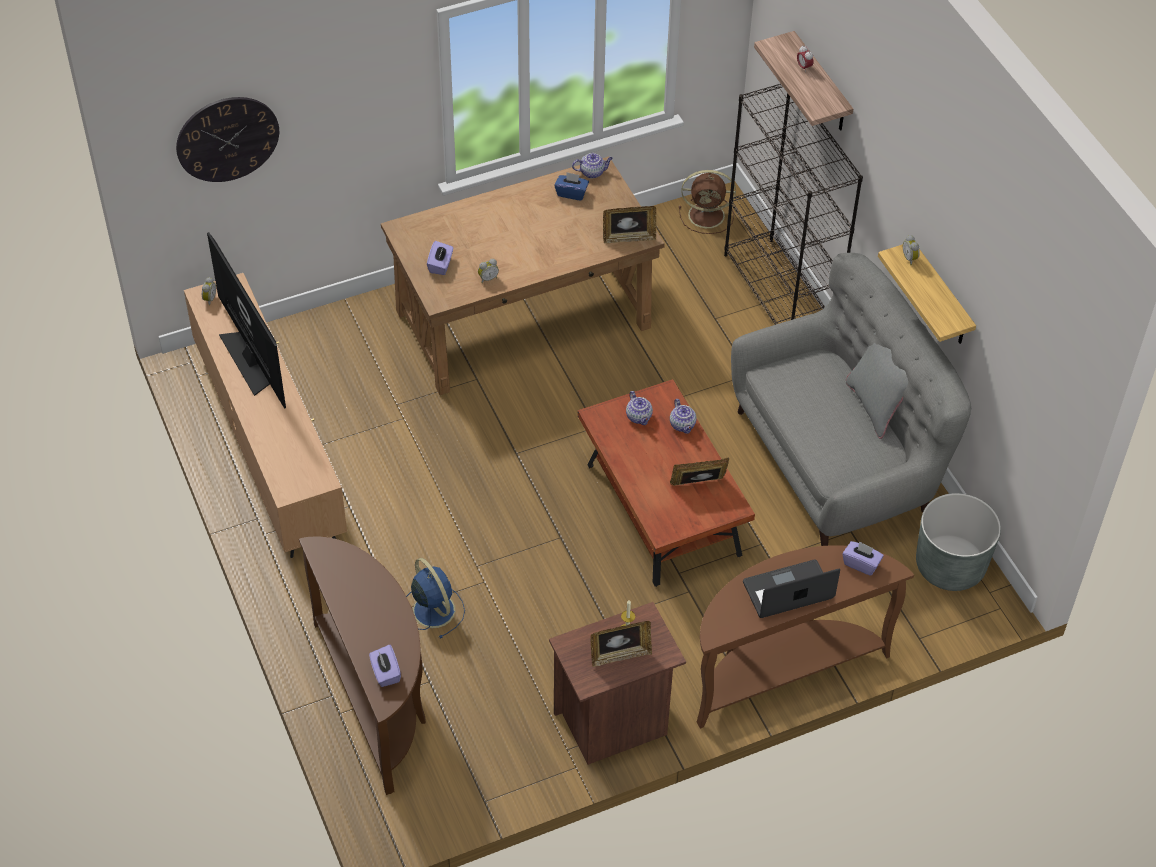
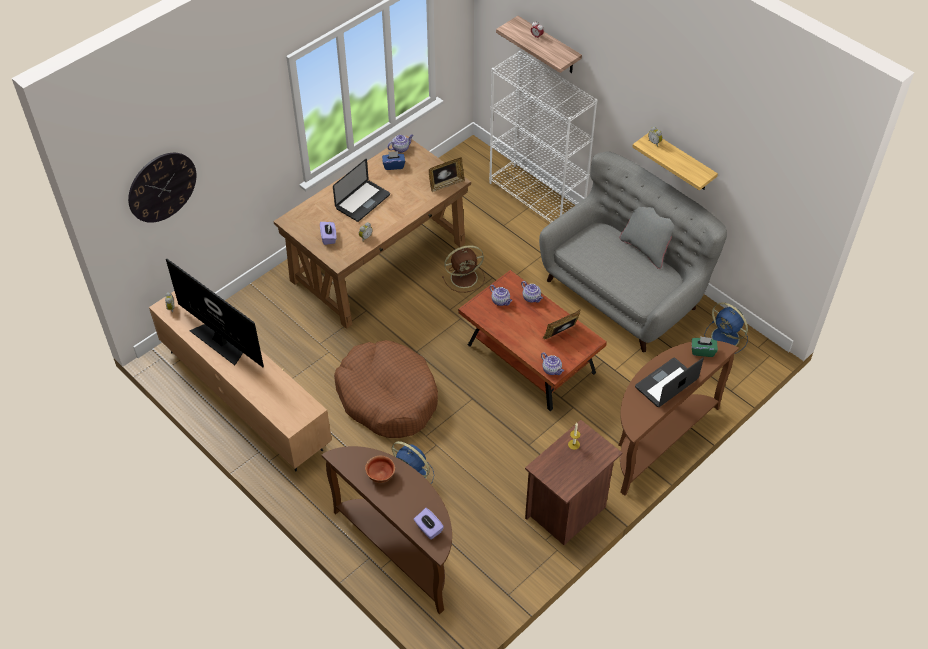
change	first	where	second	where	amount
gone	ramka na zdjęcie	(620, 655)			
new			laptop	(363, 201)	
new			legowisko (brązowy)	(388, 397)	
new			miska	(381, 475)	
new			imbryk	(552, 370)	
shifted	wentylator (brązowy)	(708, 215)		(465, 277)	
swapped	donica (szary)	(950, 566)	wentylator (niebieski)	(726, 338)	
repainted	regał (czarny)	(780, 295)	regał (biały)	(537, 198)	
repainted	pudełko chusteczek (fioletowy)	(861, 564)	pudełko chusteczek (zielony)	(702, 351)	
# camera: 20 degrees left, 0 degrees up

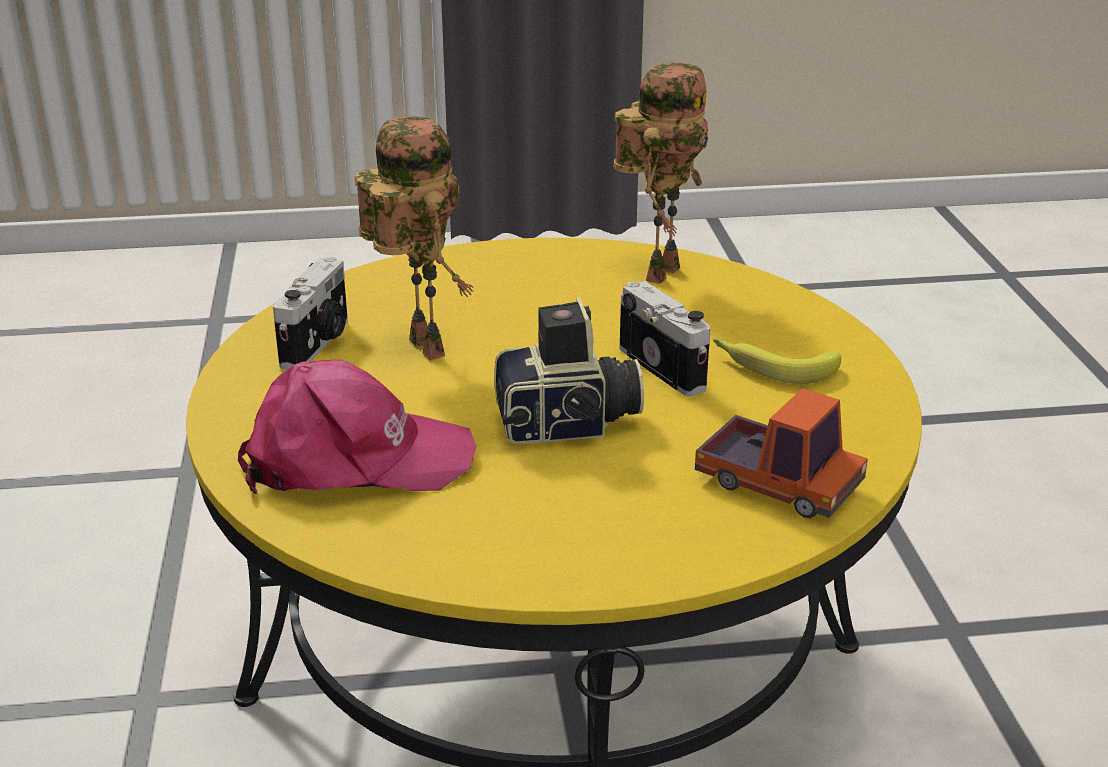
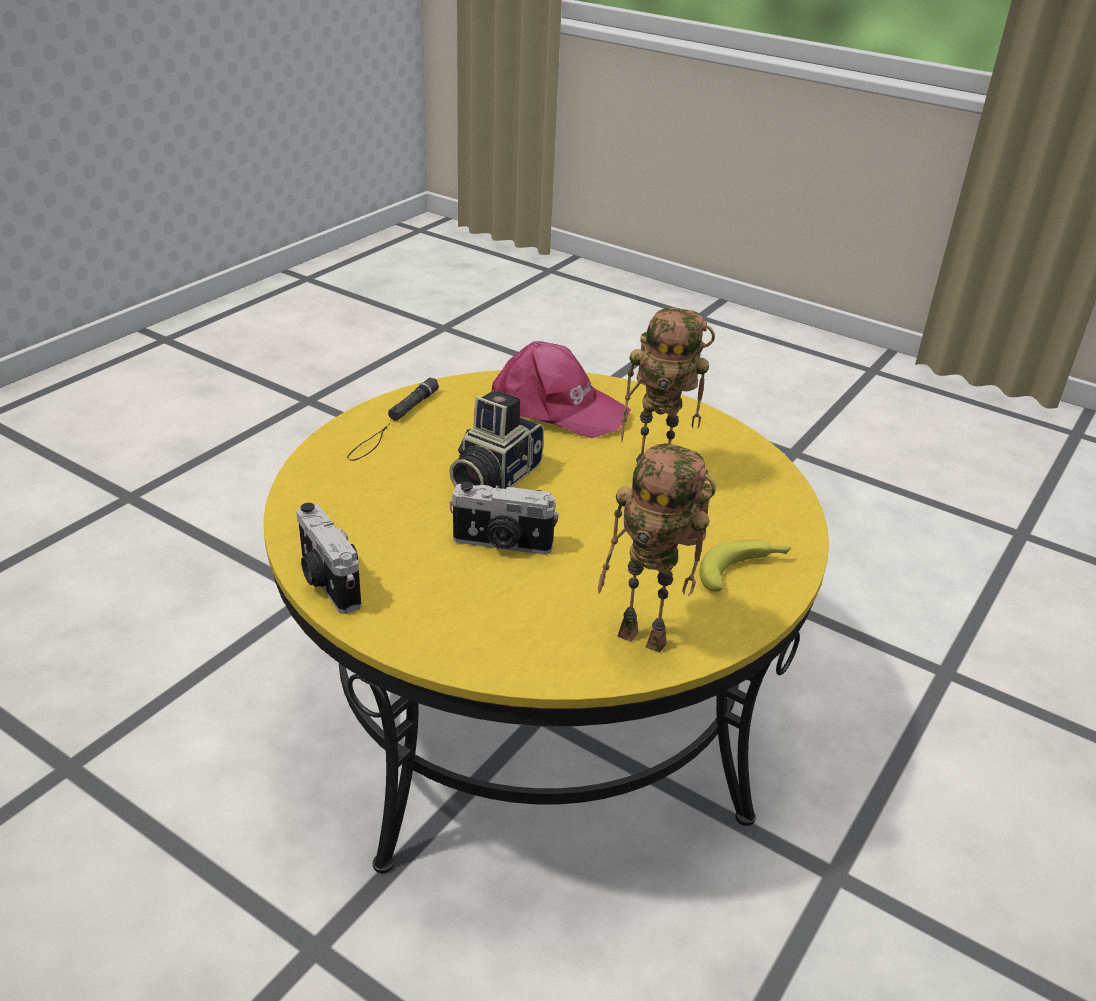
change	first	where	second	where	amount
gone	ciężarówka zabawkowa	(778, 483)			
new			latarka (czarny)	(393, 423)	
shifted	aparat fotograficzny	(318, 344)		(327, 582)	
shifted	banan	(773, 366)		(744, 571)	
rotated	czapka z daszkiem (różowy)	(353, 460)		(555, 408)	105 degrees counterclockwise
rotated	robot zabawkowy	(659, 271)		(647, 637)	45 degrees counterclockwise
# camera: 130 degrees right, 5 degrees up

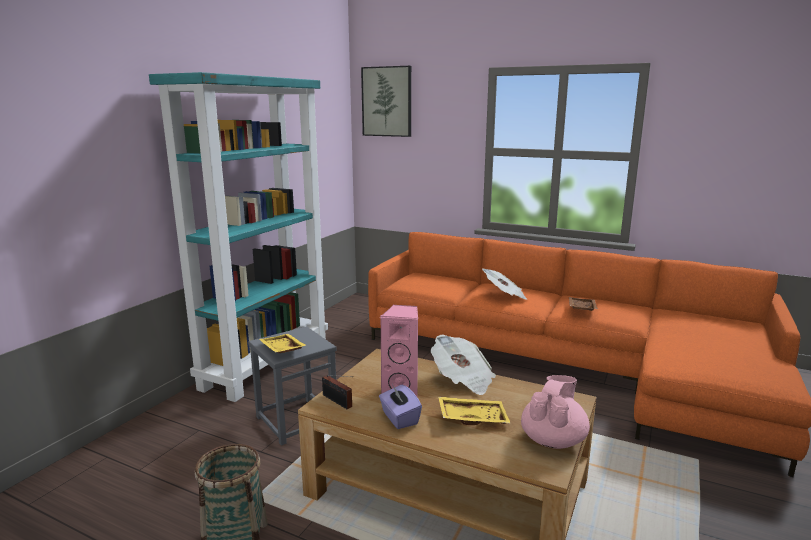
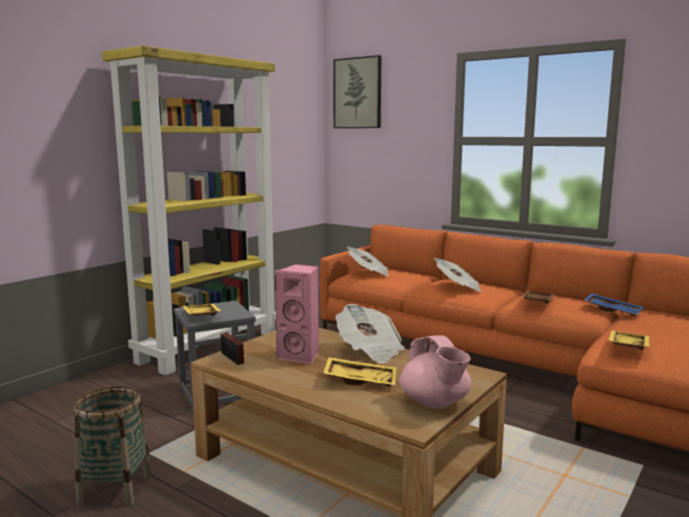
change	first	where	second	where	amount
gone	pudełko chusteczek (fioletowy)	(399, 418)			
new			gazeta	(369, 273)	
new			taca (niebieski)	(613, 310)	
new			taca (żółty)	(626, 347)	
repainted	regał (turkusowy)	(266, 363)	regał (żółty)	(209, 346)	
rotated	imbryk (różowy)	(553, 440)		(435, 403)	120 degrees clockwise
# camera: 10 degrees right, 5 degrees down

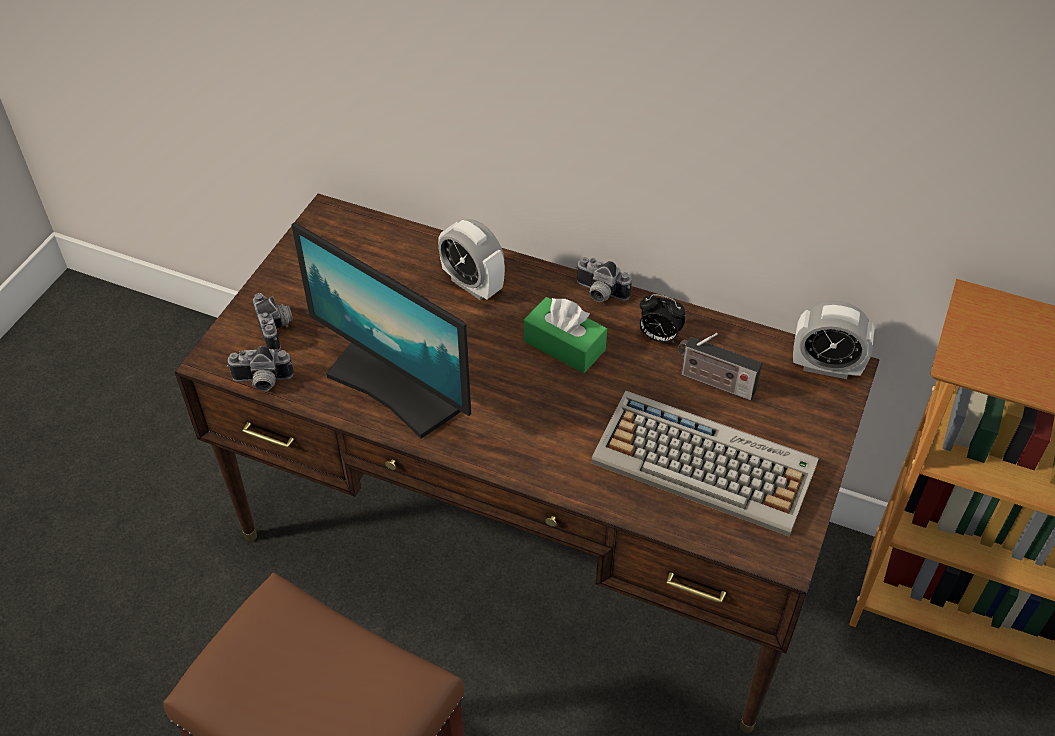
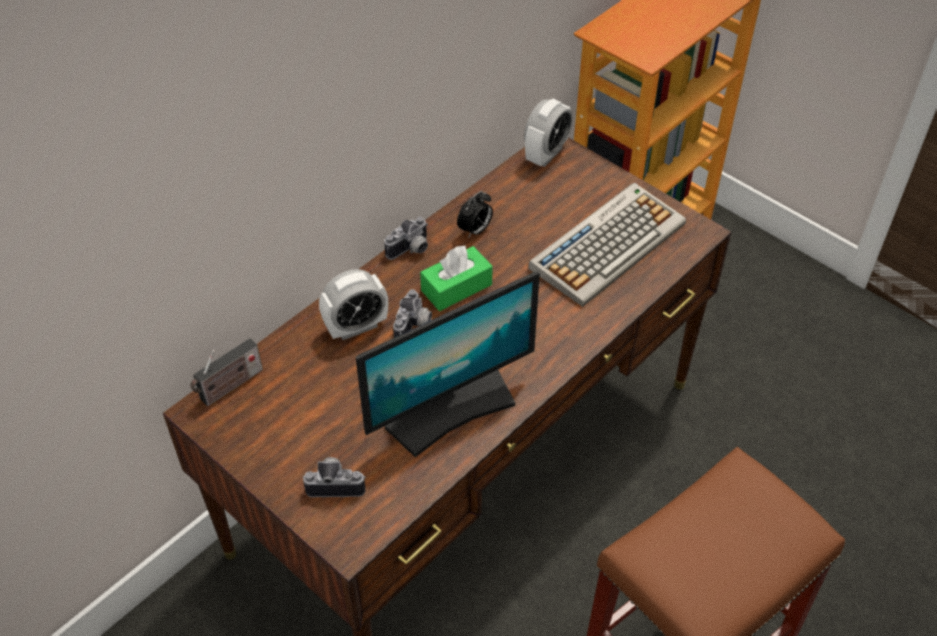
change	first	where	second	where	amount
shifted	aparat fotograficzny	(262, 382)		(414, 326)	
shifted	radio	(713, 382)		(229, 387)	
# camera: 70 degrees left, 0 degrees up

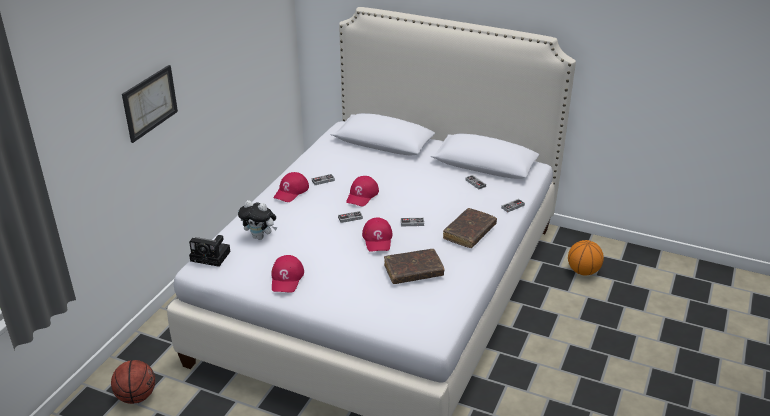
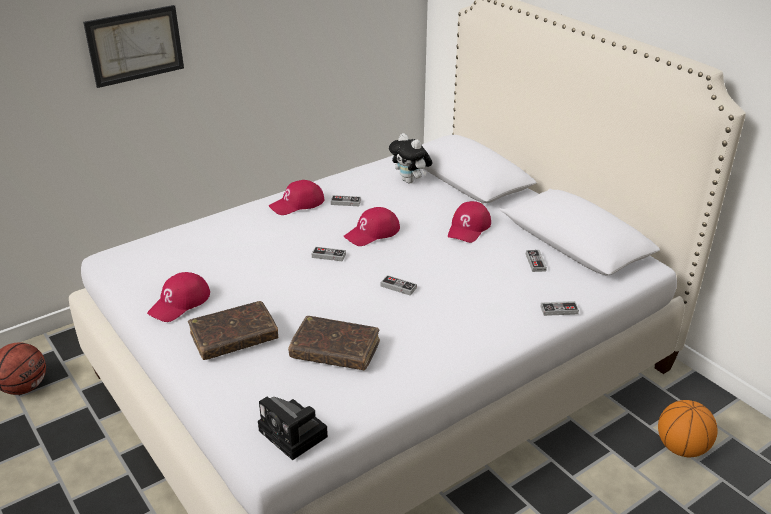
change	first	where	second	where	amount
shifted	aparat fotograficzny	(212, 256)		(295, 435)	
shifted	pluszak	(260, 237)		(410, 181)	
shifted	czapka z daszkiem (czerwony)	(378, 239)		(469, 228)	
shifted	książka (brązowy)	(469, 233)		(234, 338)	
# camera: 30 degrees right, 0 degrees up

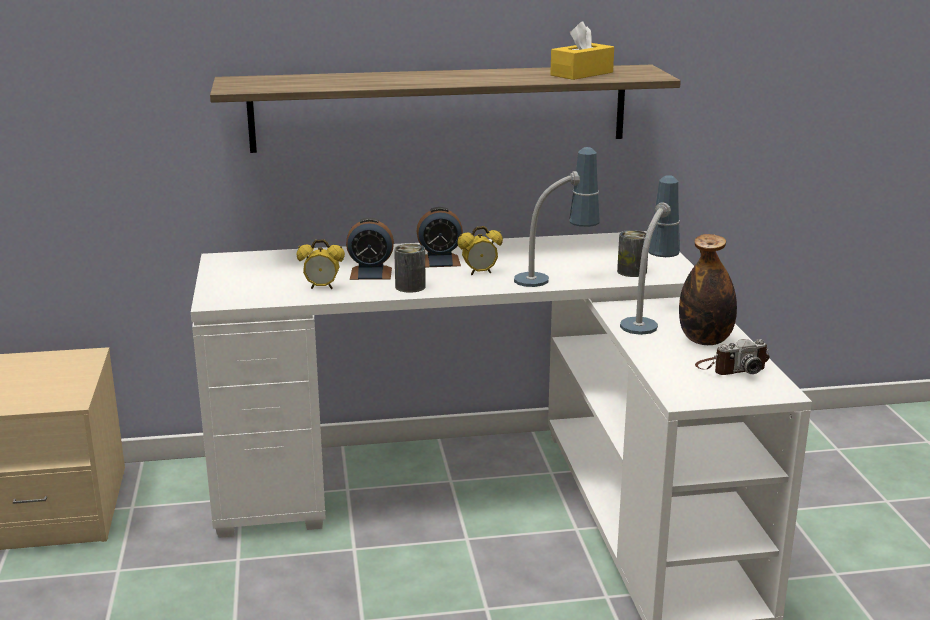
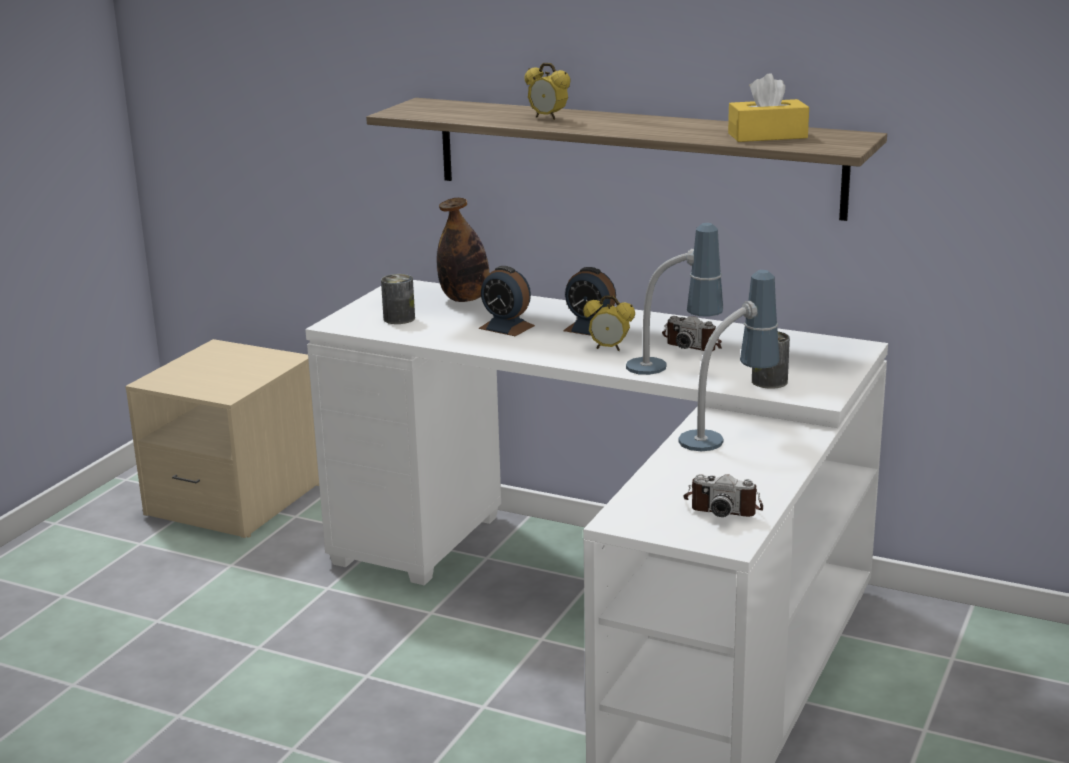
change	first	where	second	where	amount
new			aparat fotograficzny	(694, 345)	
shifted	budzik	(322, 287)		(548, 117)	
shifted	puszka	(410, 287)		(399, 318)	
shifted	butelka	(705, 340)		(465, 299)	
# camera: 35 degrees right, 0 degrees up

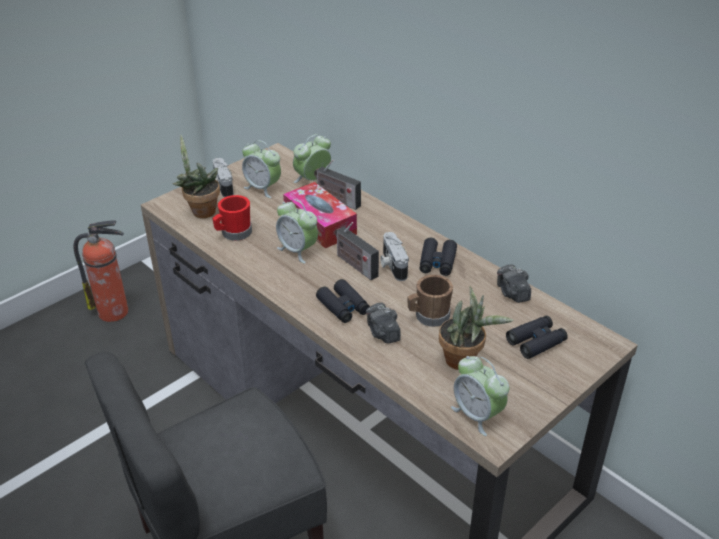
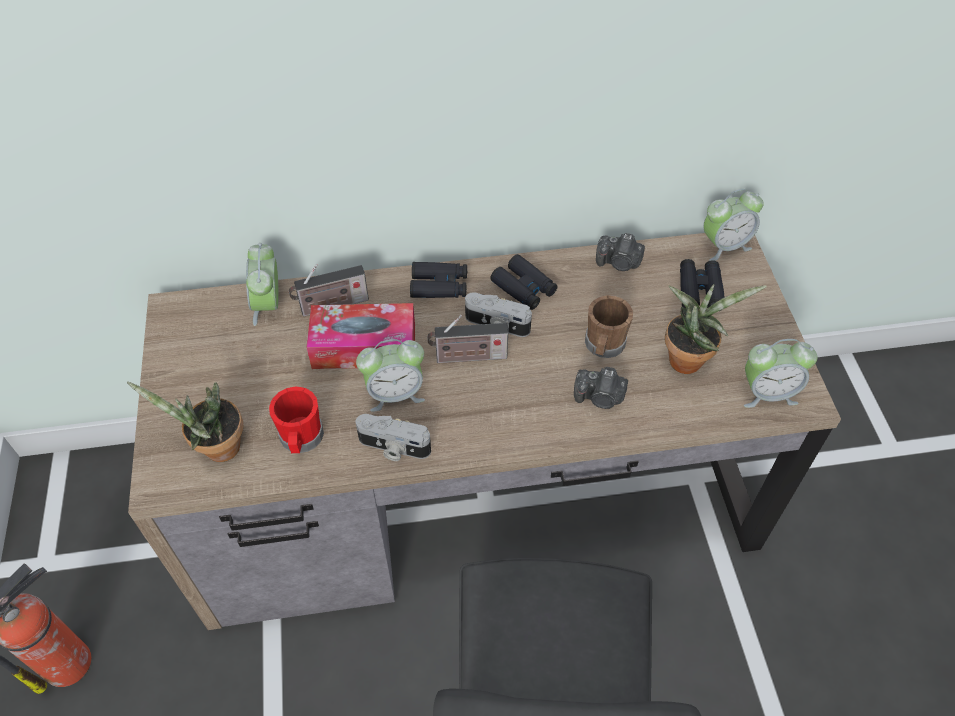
change	first	where	second	where	amount
shifted	aparat fotograficzny	(221, 186)		(393, 448)	
shifted	budzik	(263, 188)		(724, 246)	
shifted	lornetka (czarny)	(343, 307)		(439, 285)	
# camera: 55 degrees left, 15 degrees up

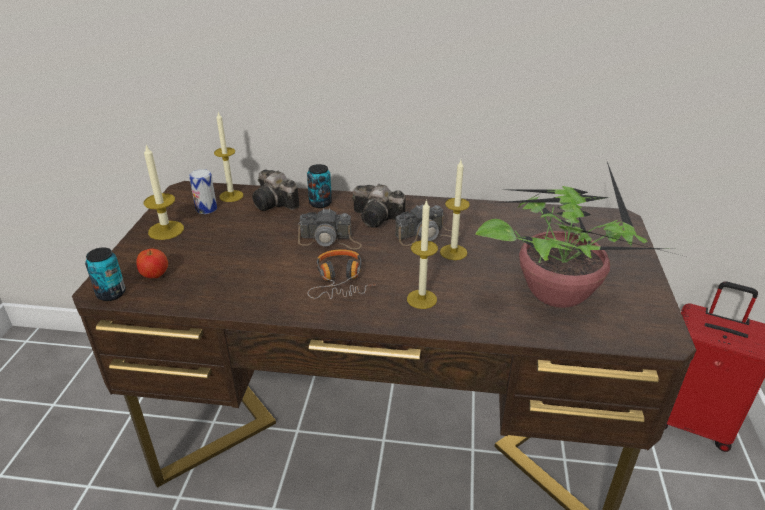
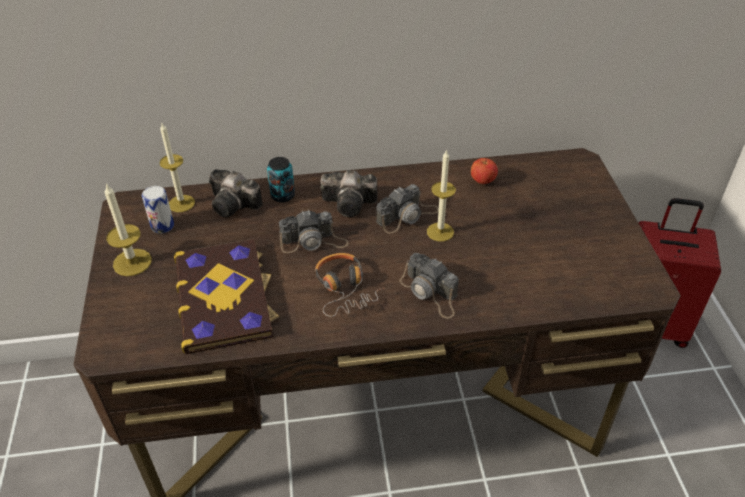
change	first	where	second	where	amount
gone	puszka	(111, 293)			
gone	roślina doniczkowa	(558, 292)			
new			książka	(225, 297)	
shifted	jabłko	(155, 275)		(482, 181)	
swapped	świeca	(421, 299)	aparat fotograficzny	(430, 293)	
# camera: 15 degrees left, 10 degrees up

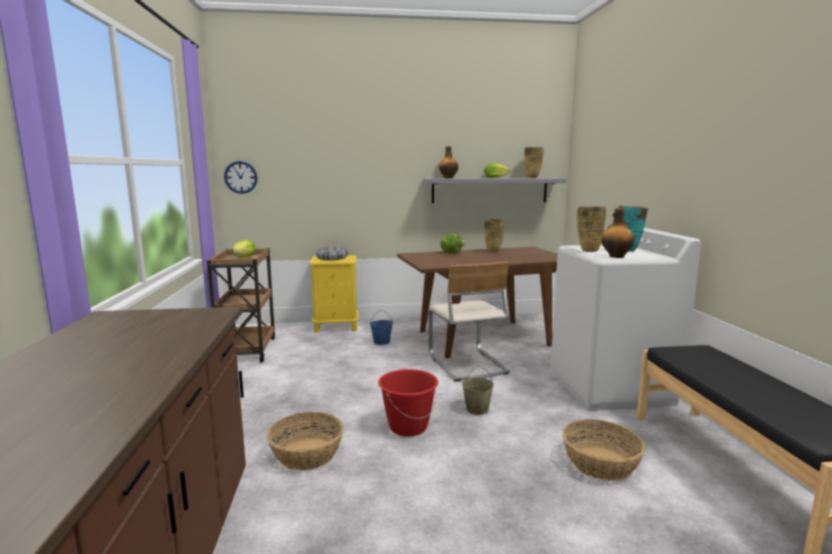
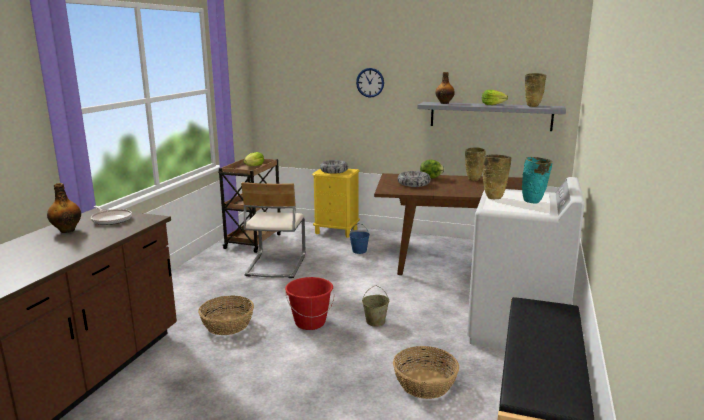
change	first	where	second	where	amount
new			patelnia	(111, 219)	
new			miska	(413, 184)	
shifted	zegar ścienny	(240, 177)		(370, 82)	
shifted	krzesło (beżowy)	(466, 364)		(275, 265)	
shifted	butelka	(616, 256)		(67, 230)	
# camera: 25 degrees right, 5 degrees up

